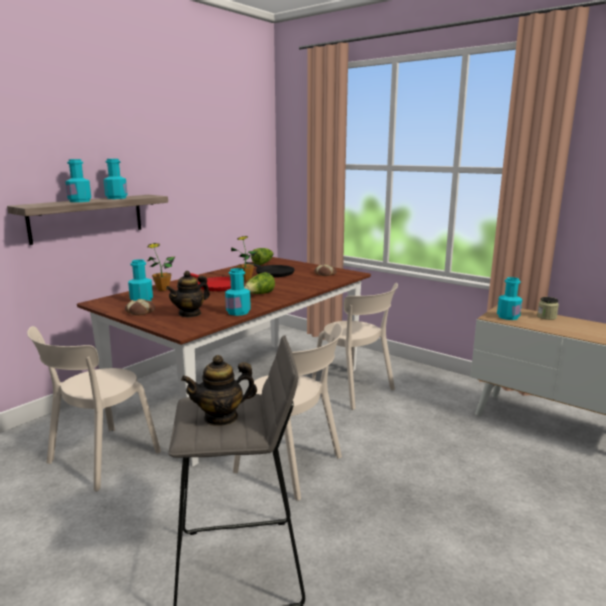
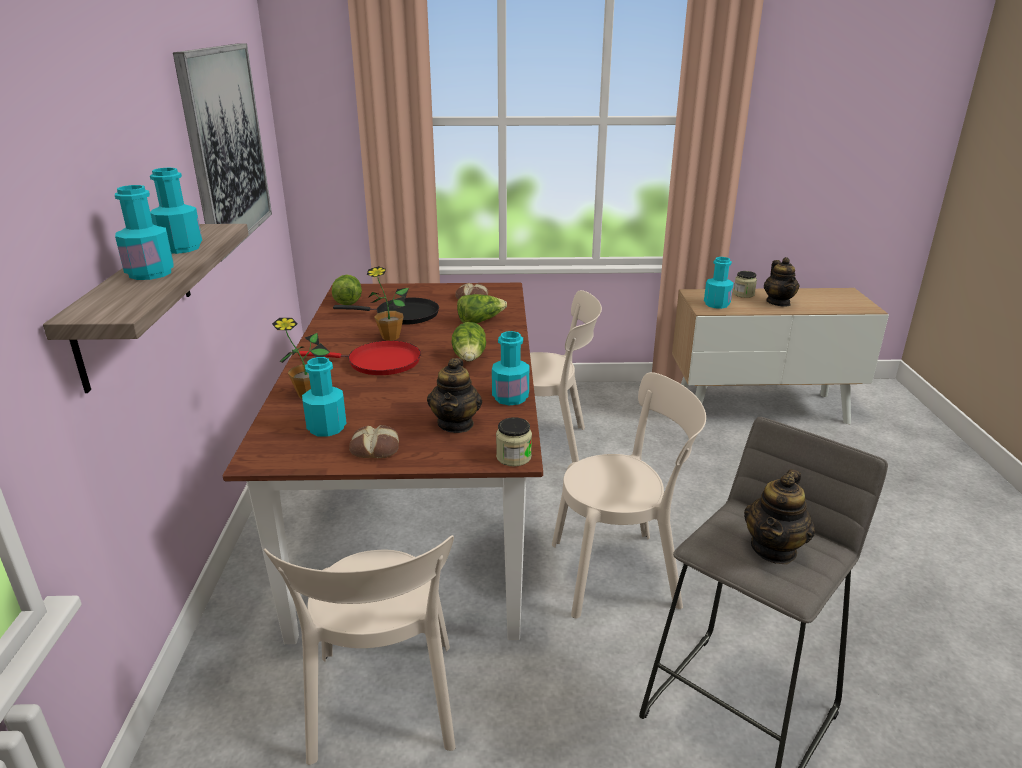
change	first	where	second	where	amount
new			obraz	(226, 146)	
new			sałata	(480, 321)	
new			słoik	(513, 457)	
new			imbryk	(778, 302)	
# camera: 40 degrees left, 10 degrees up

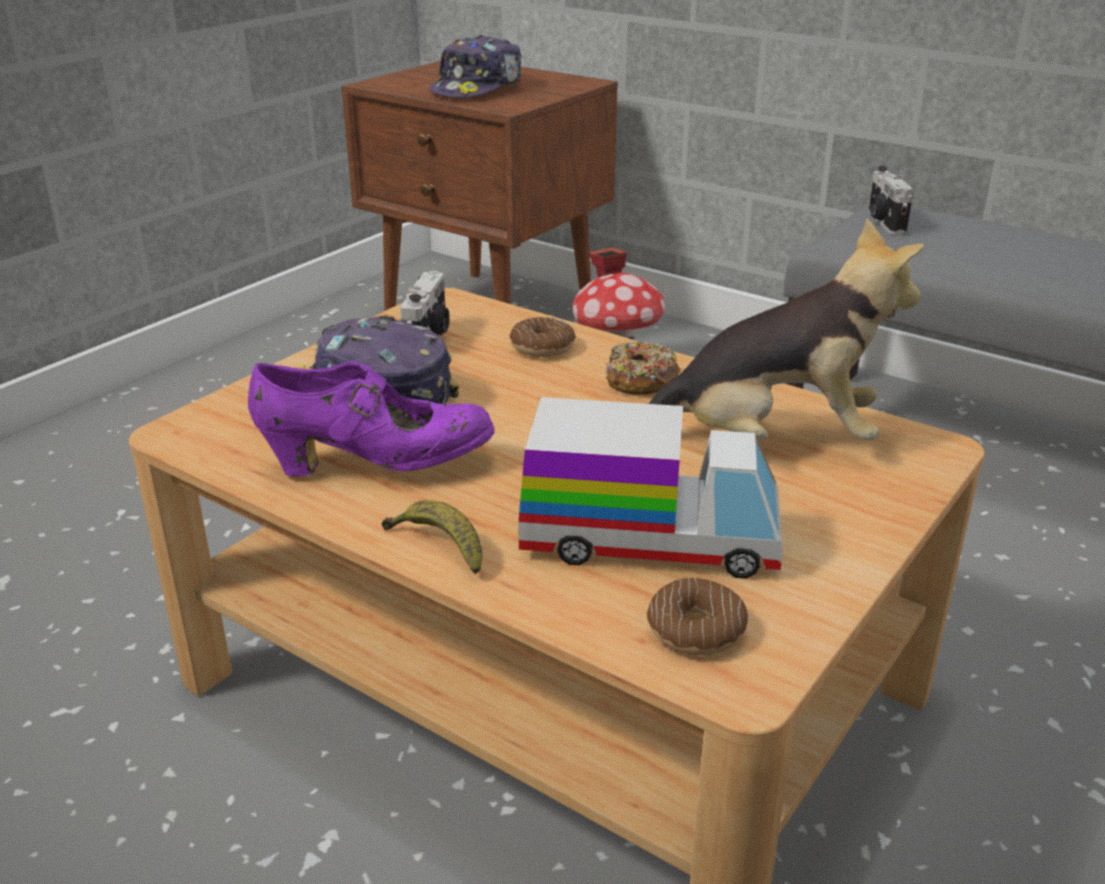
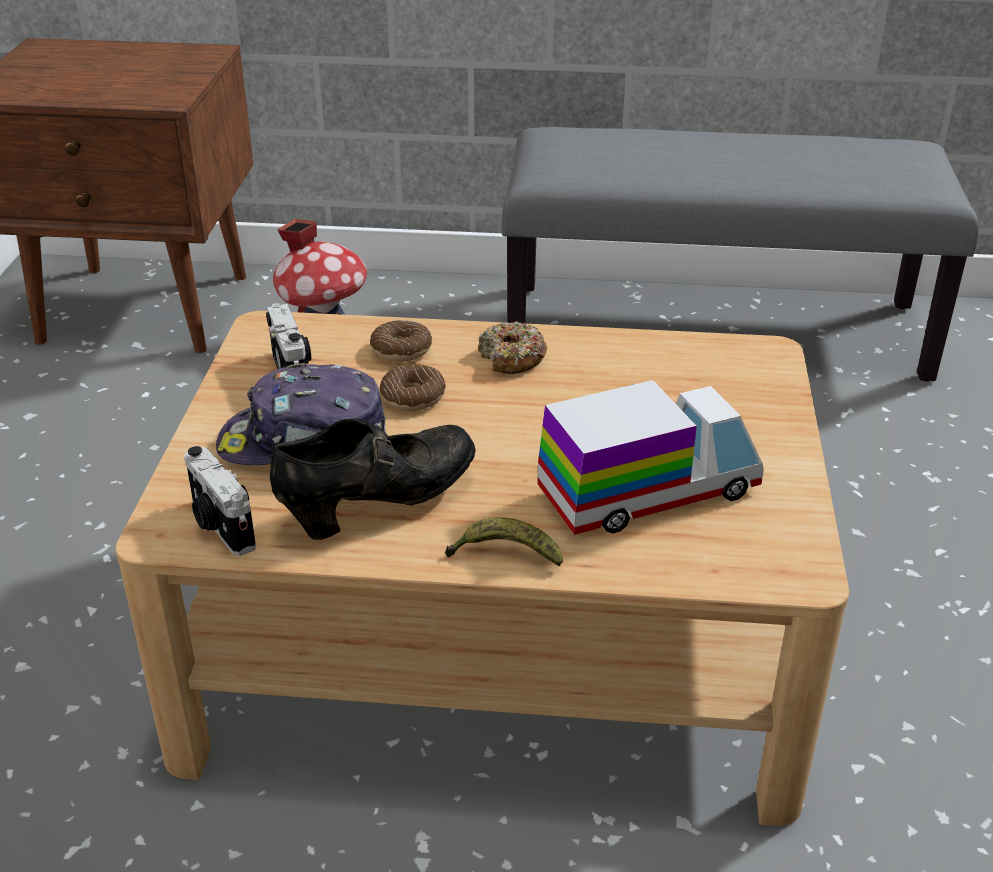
change	first	where	second	where	amount
gone	czapka z daszkiem	(478, 88)			
gone	pluszak	(769, 441)			
shifted	donut	(696, 629)		(413, 396)	
shifted	aparat fotograficzny	(884, 222)		(220, 526)	
repainted	but (fioletowy)	(377, 465)	but (czarny)	(380, 504)	
# camera: 30 degrees left, 5 degrees up

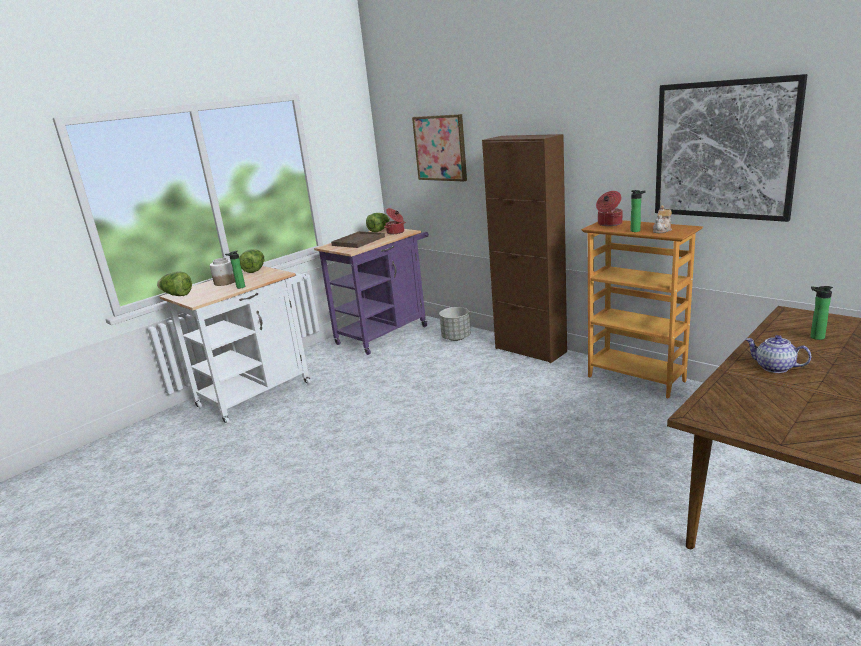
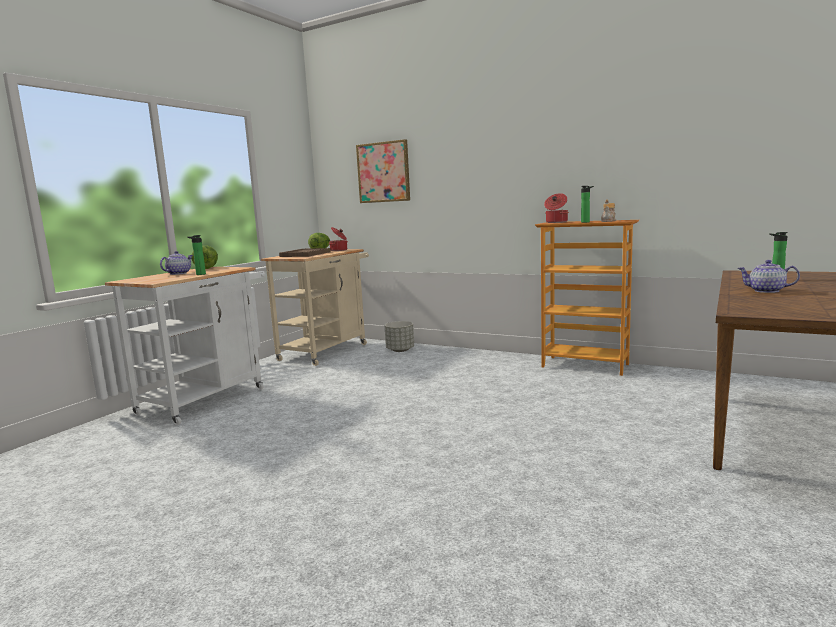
change	first	where	second	where	amount
gone	sałata	(177, 295)			
gone	szafka (brązowy)	(530, 350)			
gone	obraz	(724, 150)			
swapped	słoik	(225, 282)	imbryk	(178, 273)	
repainted	wózek (fioletowy)	(386, 333)	wózek (beżowy)	(326, 350)	
# camera: 15 degrees left, 10 degrees down

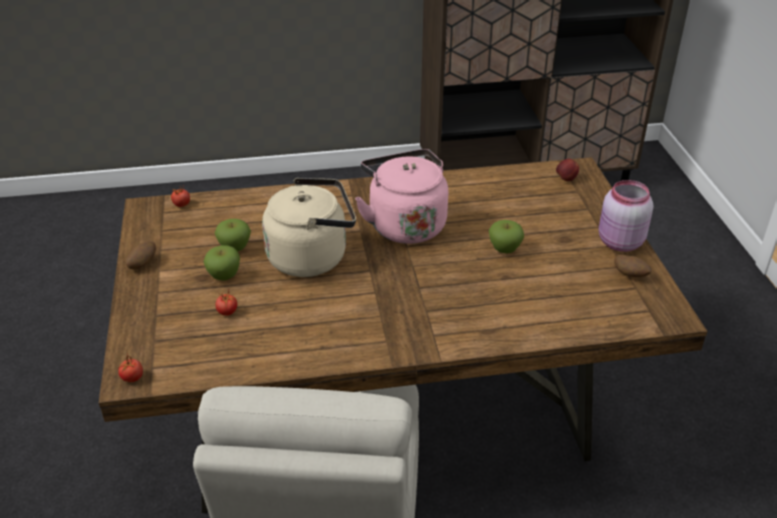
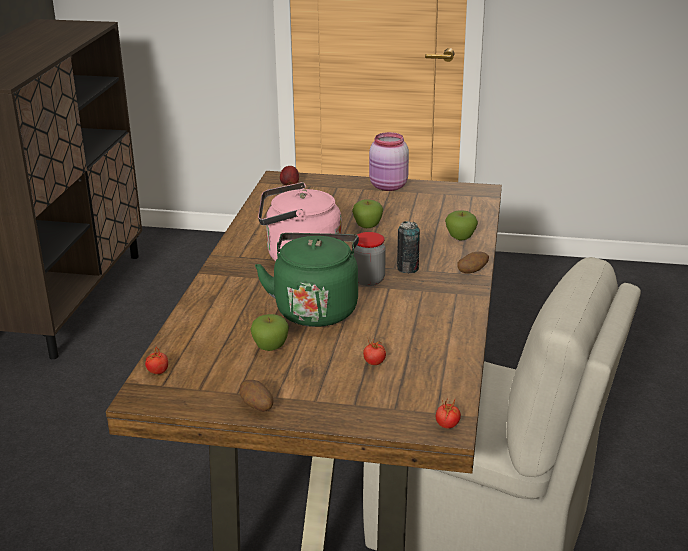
change	first	where	second	where	amount
new			słoik	(368, 280)	
new			puszka	(408, 269)	
shifted	jabłko	(224, 276)		(460, 238)	
shifted	ziemniak	(630, 275)		(472, 272)	
repainted	czajnik (beżowy)	(312, 257)	czajnik (zielony)	(316, 308)	
# camera: 70 degrees left, 10 degrees down

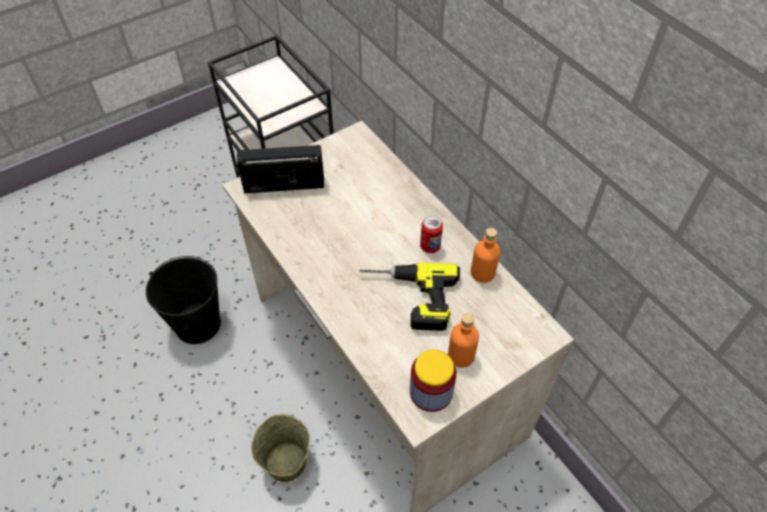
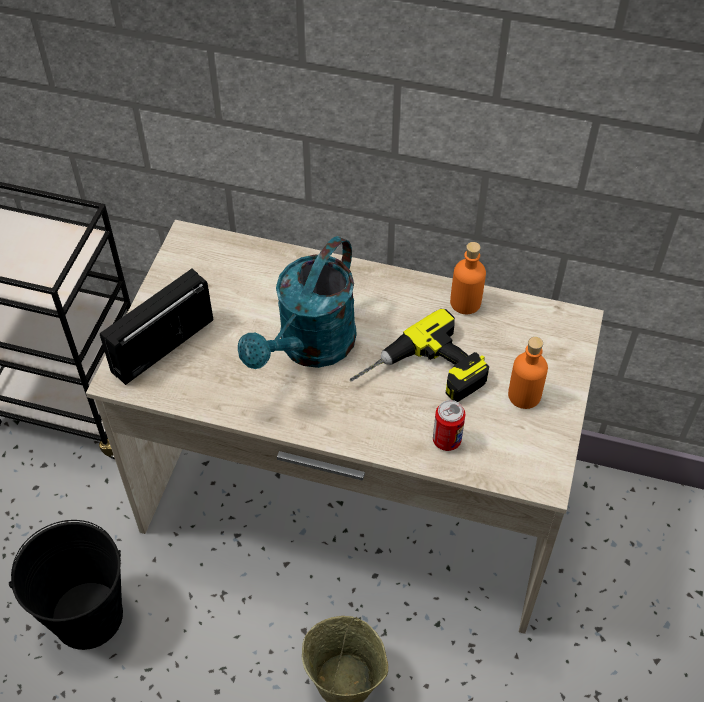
change	first	where	second	where	amount
gone	słoik	(431, 392)			
new			konewka (turkusowy)	(309, 348)	
shifted	puszka	(430, 246)		(446, 440)	
# camera: 40 degrees left, 0 degrees up

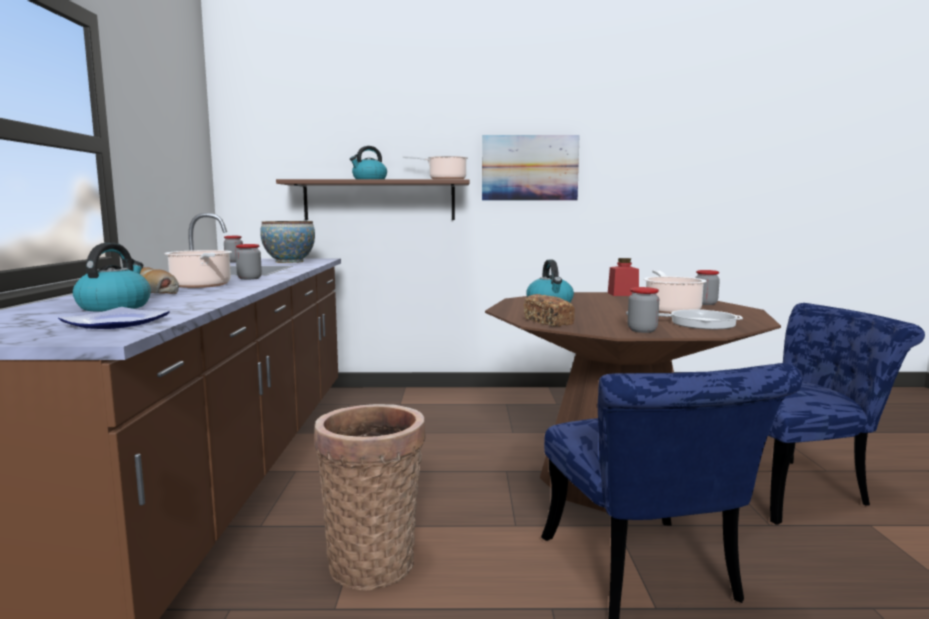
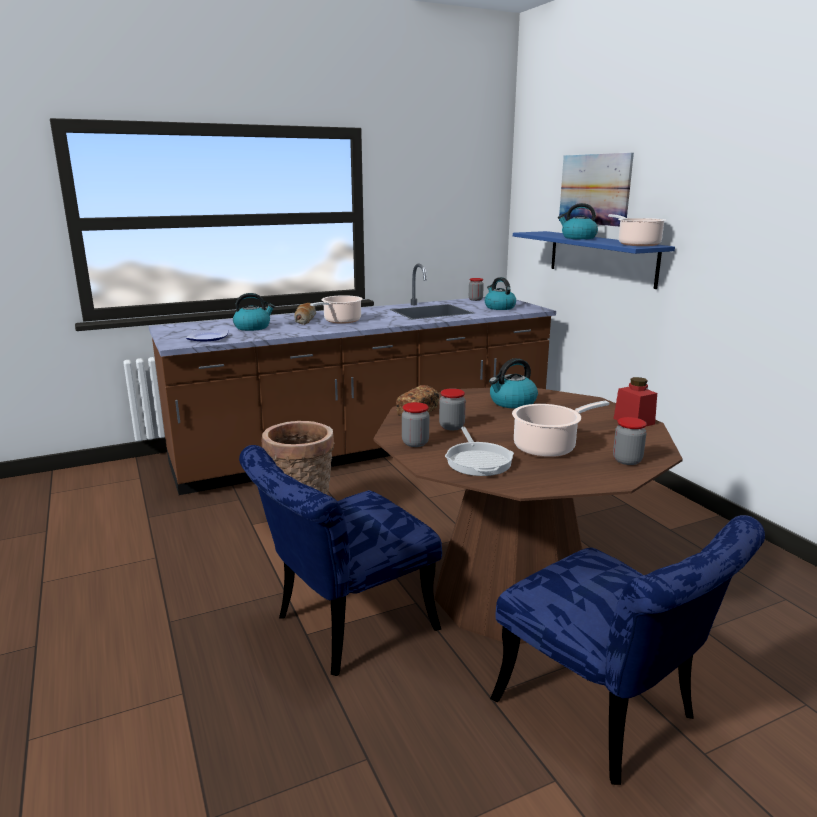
change	first	where	second	where	amount
shifted	słoik	(249, 278)		(451, 427)	
shifted	obraz	(530, 168)		(594, 189)	
swapped	miska	(289, 262)	czajnik	(499, 307)	
repainted	półka (brązowy)	(379, 200)	półka (niebieski)	(601, 258)	
# camera: 65 degrees right, 10 degrees up

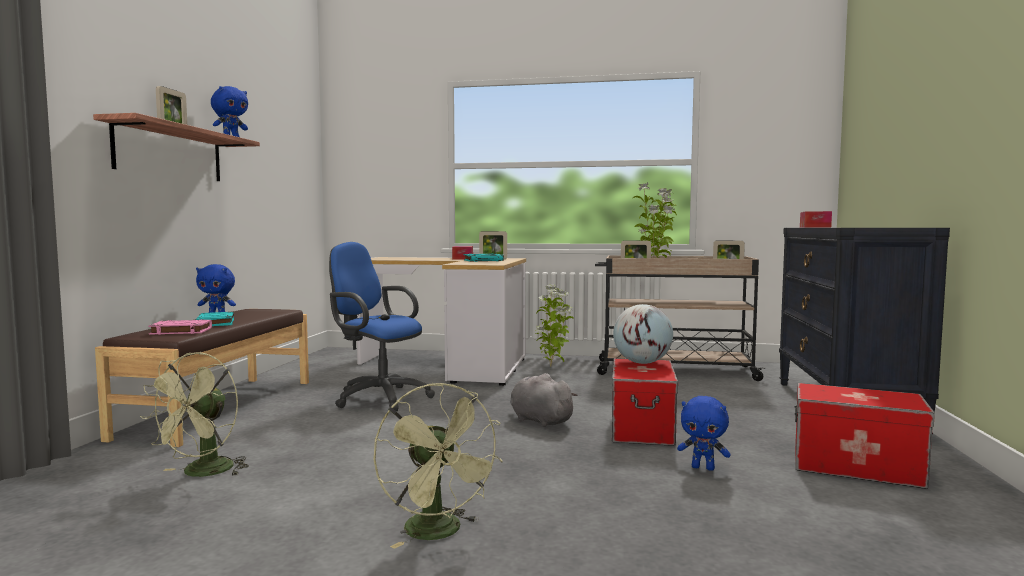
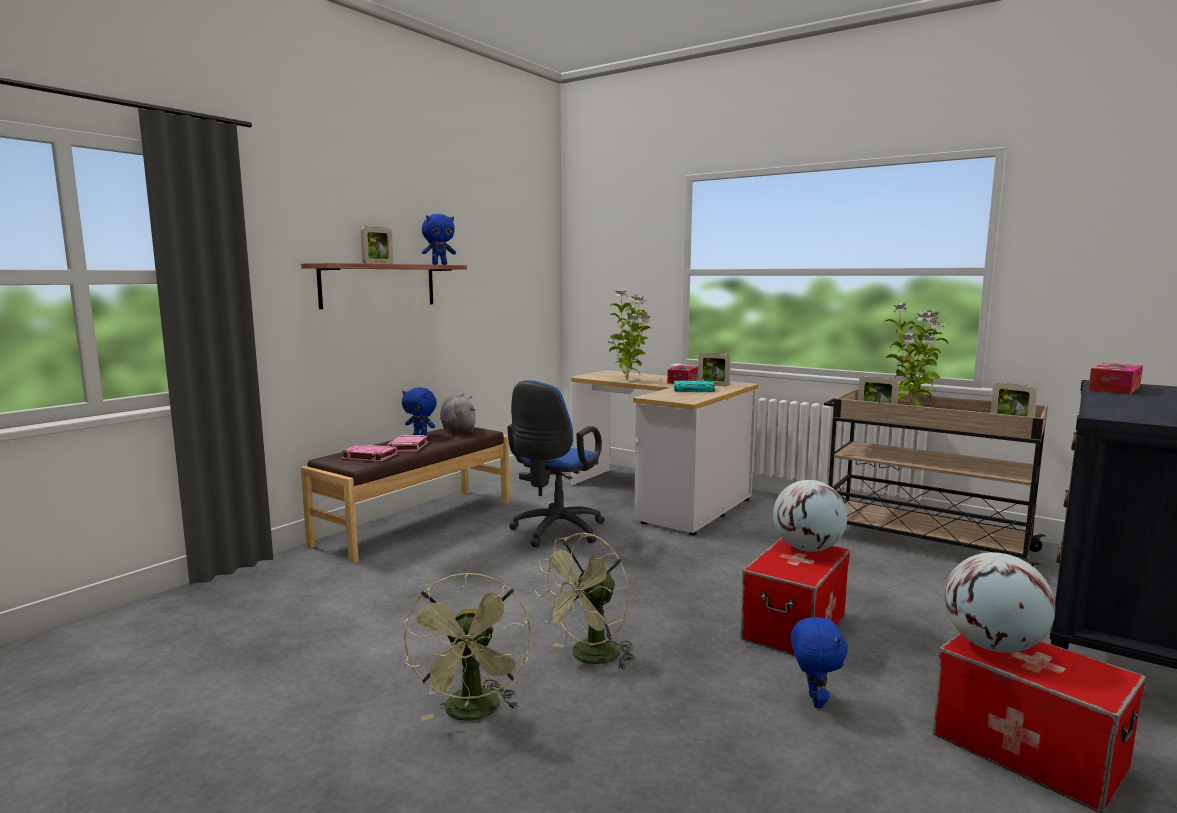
change	first	where	second	where	amount
new			globus	(993, 646)	
shifted	wentylator (zielony)	(202, 473)		(589, 658)	
shifted	pluszak (szary)	(539, 420)		(458, 430)	
shifted	roślina doniczkowa	(552, 366)		(628, 381)	
repainted	książka (turkusowy)	(215, 323)	książka (różowy)	(408, 447)	
rotated	krzesło biurowe (niebieski)	(378, 398)		(555, 532)	120 degrees counterclockwise
rotated	pluszak (niebieski)	(703, 468)		(814, 701)	135 degrees counterclockwise
# camera: 25 degrees right, 5 degrees up

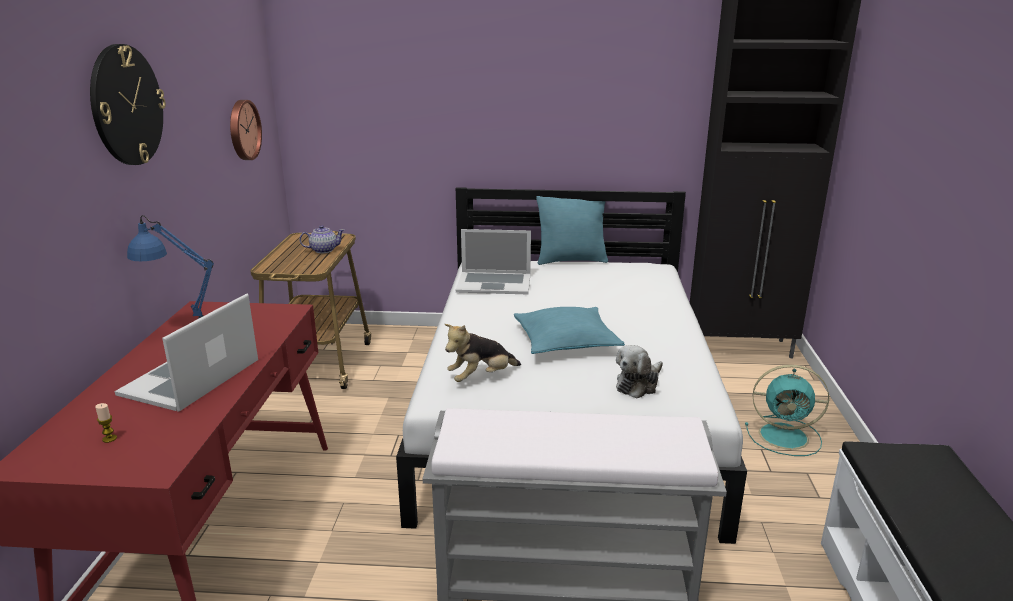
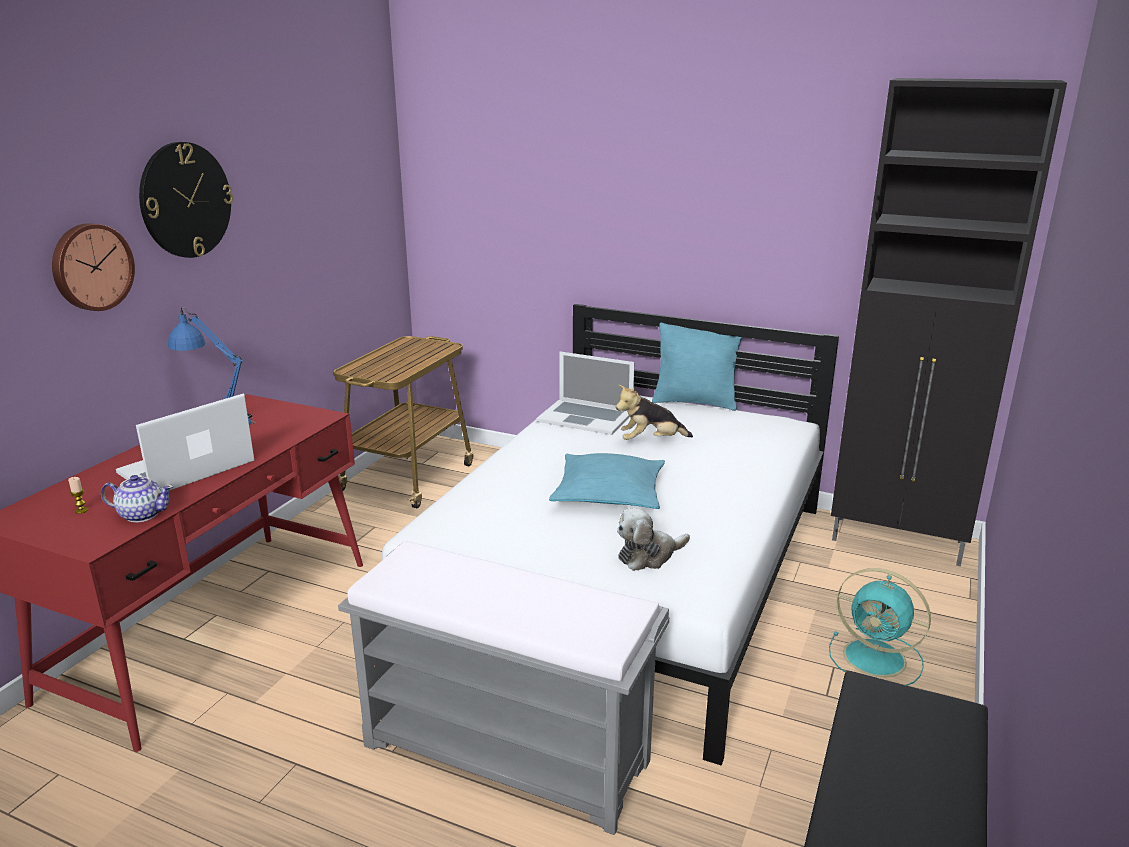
change	first	where	second	where	amount
shifted	zegar ścienny	(243, 130)		(91, 267)	
shifted	imbryk	(323, 250)		(142, 514)	
shifted	pluszak	(481, 377)		(651, 441)	
# camera: 20 degrees right, 0 degrees up

